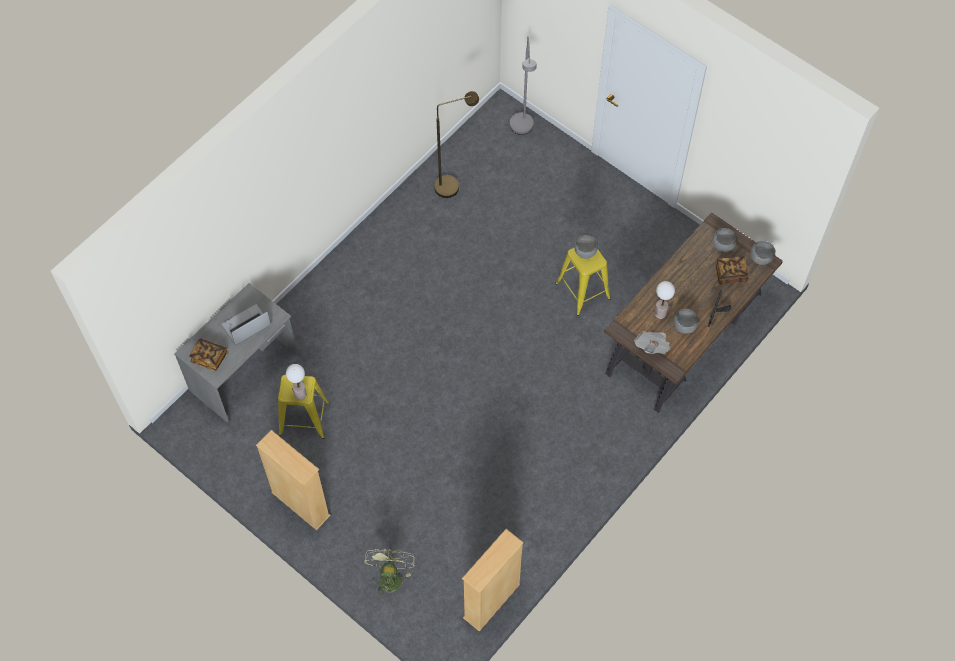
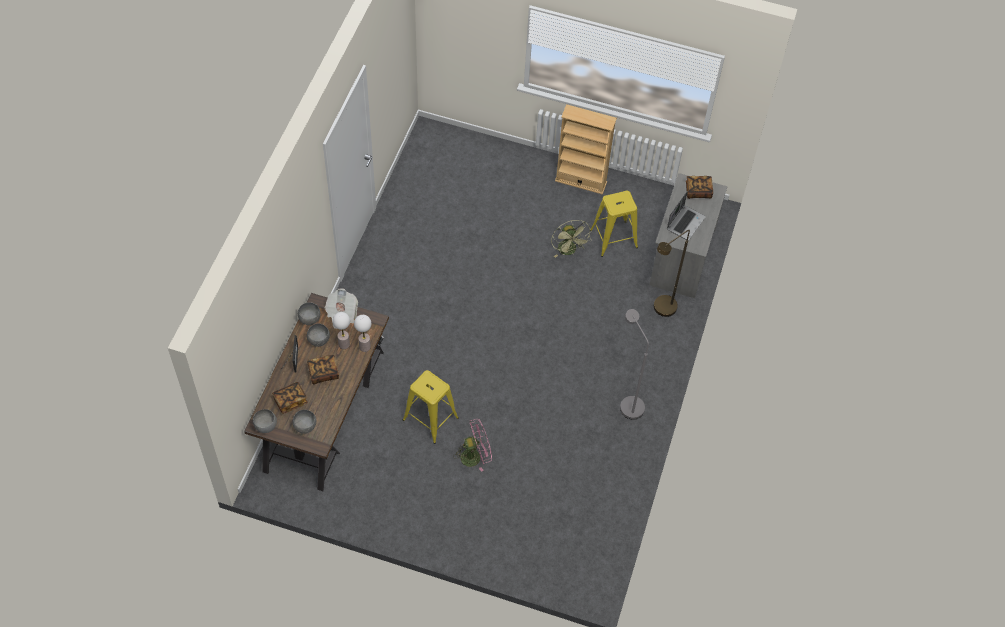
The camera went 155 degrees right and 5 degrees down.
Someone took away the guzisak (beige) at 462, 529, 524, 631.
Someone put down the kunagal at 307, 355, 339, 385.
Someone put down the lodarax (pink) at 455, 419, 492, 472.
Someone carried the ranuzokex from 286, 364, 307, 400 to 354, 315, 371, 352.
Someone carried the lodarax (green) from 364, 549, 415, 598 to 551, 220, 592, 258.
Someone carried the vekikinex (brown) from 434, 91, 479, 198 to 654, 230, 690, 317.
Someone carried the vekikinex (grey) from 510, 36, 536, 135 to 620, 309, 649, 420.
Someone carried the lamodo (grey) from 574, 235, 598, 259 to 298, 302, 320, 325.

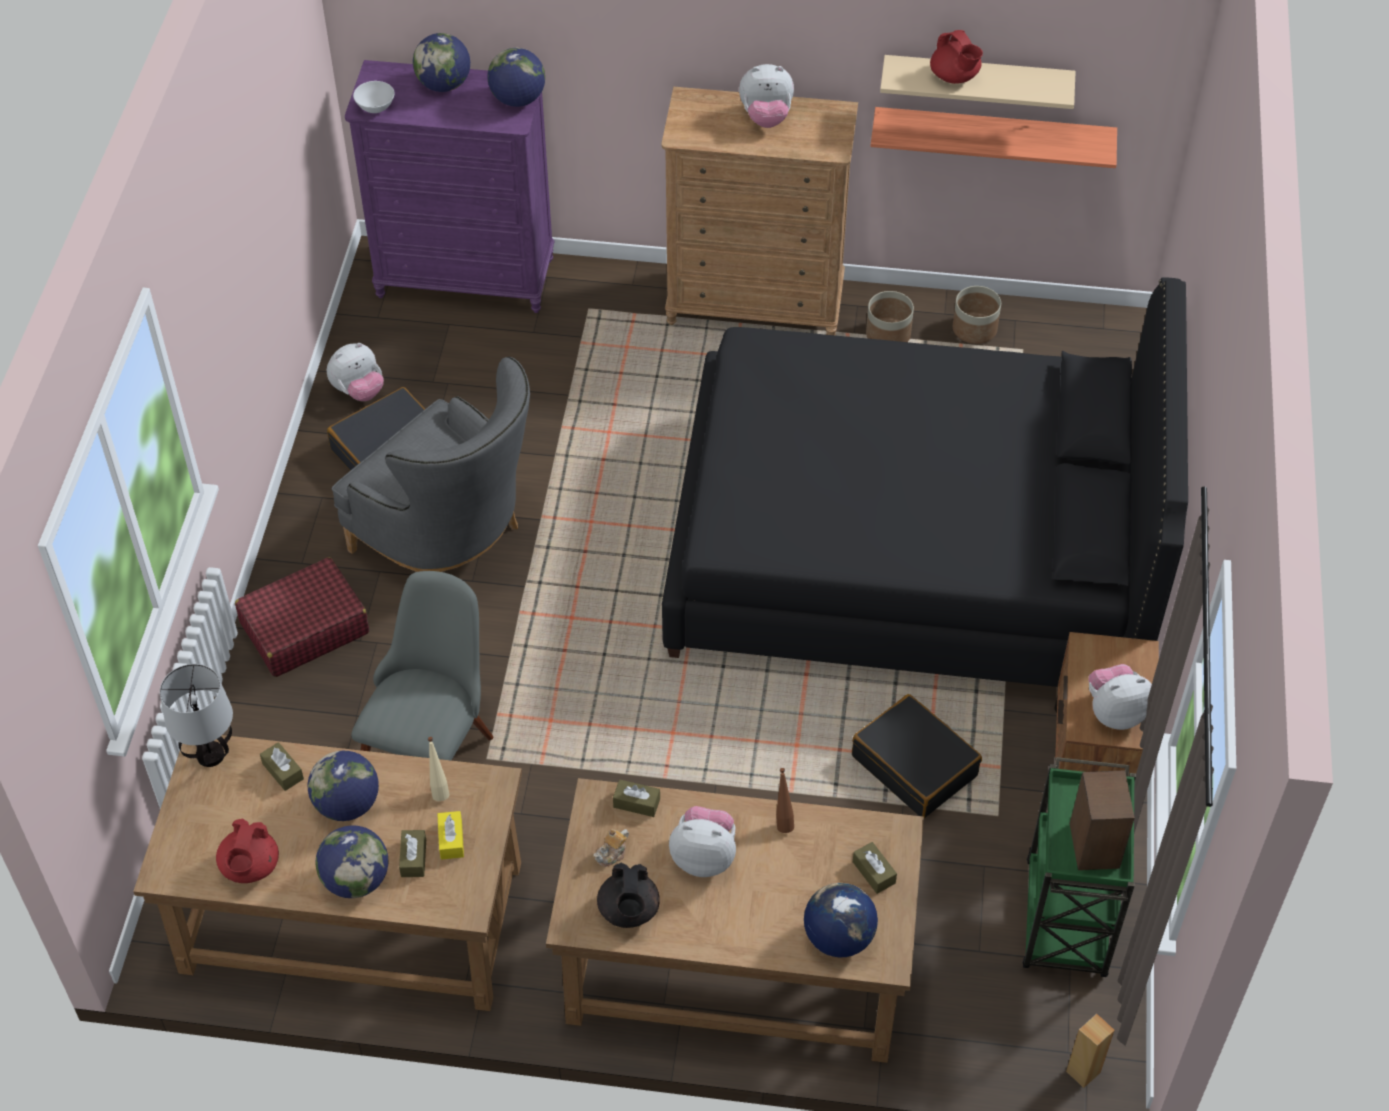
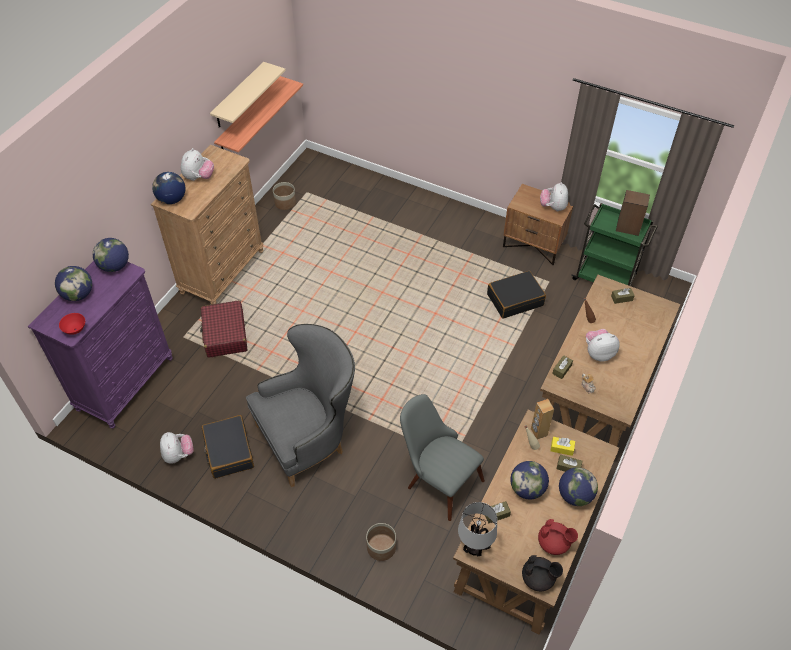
The camera went 70 degrees left and 0 degrees up.
Someone took away the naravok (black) at 662, 277, 1188, 687.
Someone took away the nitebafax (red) at 930, 30, 983, 84.
Someone carried the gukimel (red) from 235, 557, 369, 677 to 200, 301, 248, 358.
Someone carried the nitebafax (black) from 597, 863, 660, 928 to 522, 555, 563, 591.
Someone carried the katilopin from 804, 883, 878, 957 to 152, 172, 186, 204.
Someone carried the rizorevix from 866, 291, 914, 342 to 366, 523, 396, 561.
Someone carried the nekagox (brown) from 1066, 1014, 1115, 1088 to 531, 399, 554, 439.
Someone repainted the lamodo (white) at 353, 81, 395, 113, which became the lamodo (red) at 59, 313, 85, 335.
Someone rotated the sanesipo at 669, 806, 736, 877 by 45 degrees clockwise.

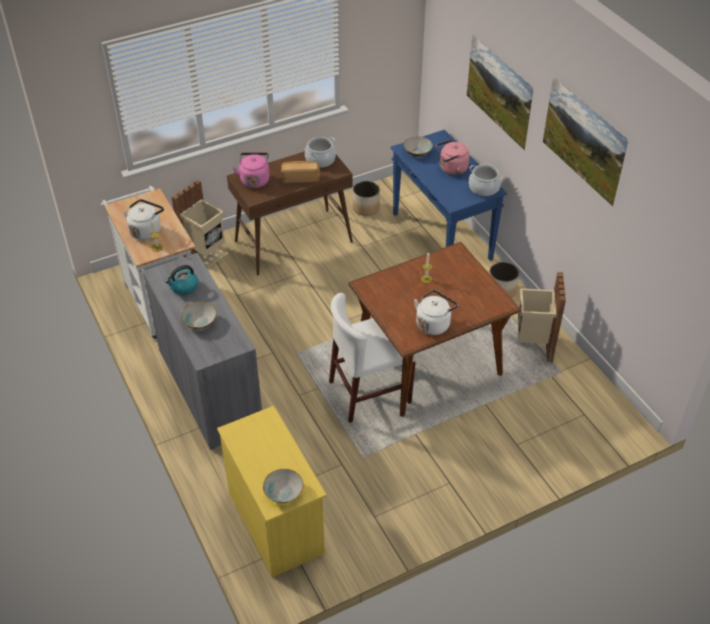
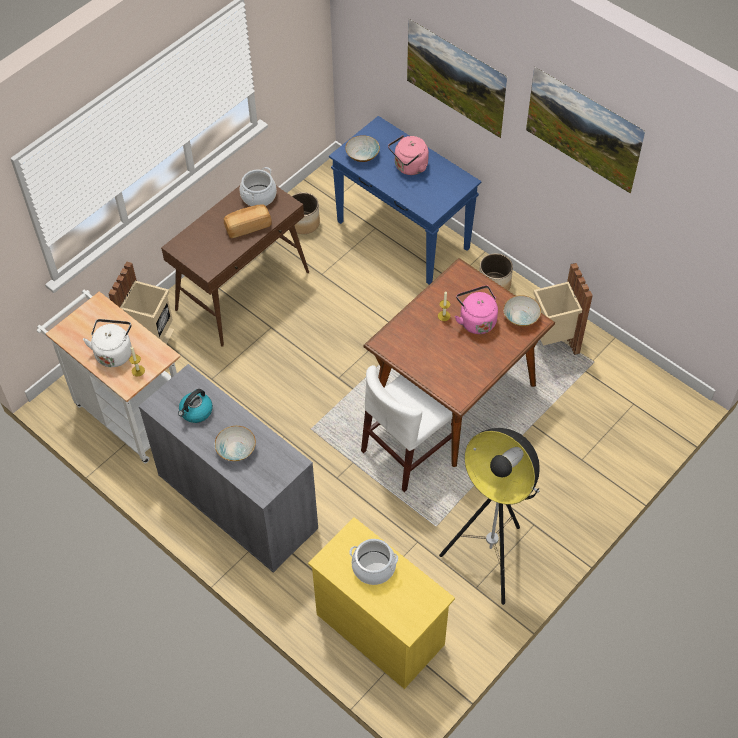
The camera went 20 degrees left and 10 degrees up.
Someone took away the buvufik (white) at 414, 290, 458, 335.
Someone put down the vekikinex at 439, 428, 540, 605.
Someone carried the buvufik (pink) from 232, 153, 270, 188 to 455, 285, 498, 334.
Someone carried the lamodo from 263, 469, 303, 503 to 503, 295, 541, 326.
Someone carried the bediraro from 469, 164, 503, 196 to 349, 539, 398, 585.

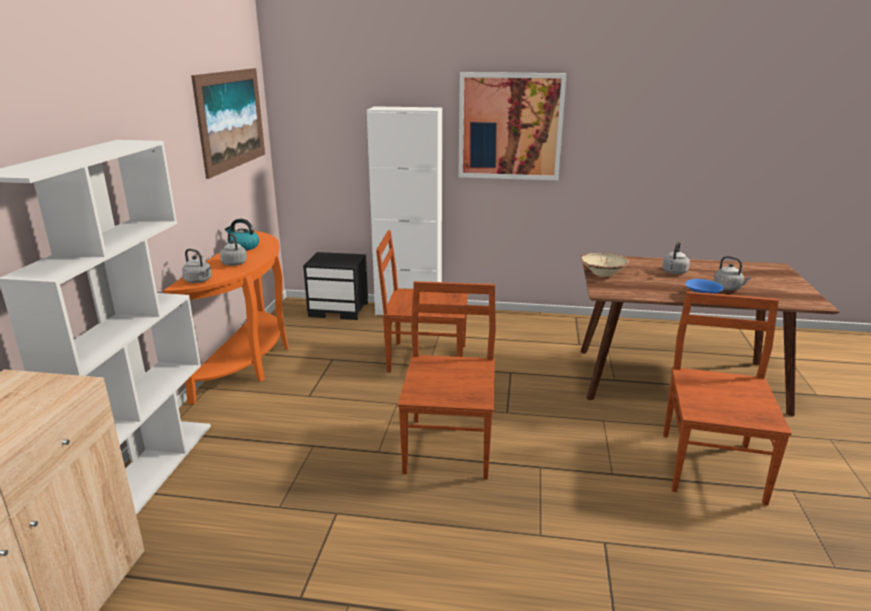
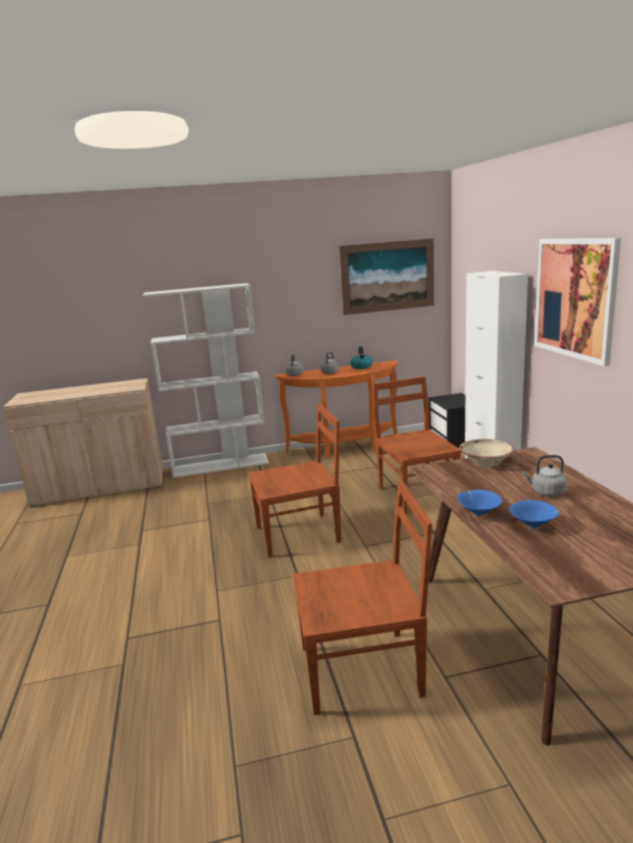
The camera went 70 degrees right and 5 degrees down.
Someone swapped the buvufik (grey) at 714, 256, 751, 290 for the lamodo (blue) at 510, 500, 559, 528.

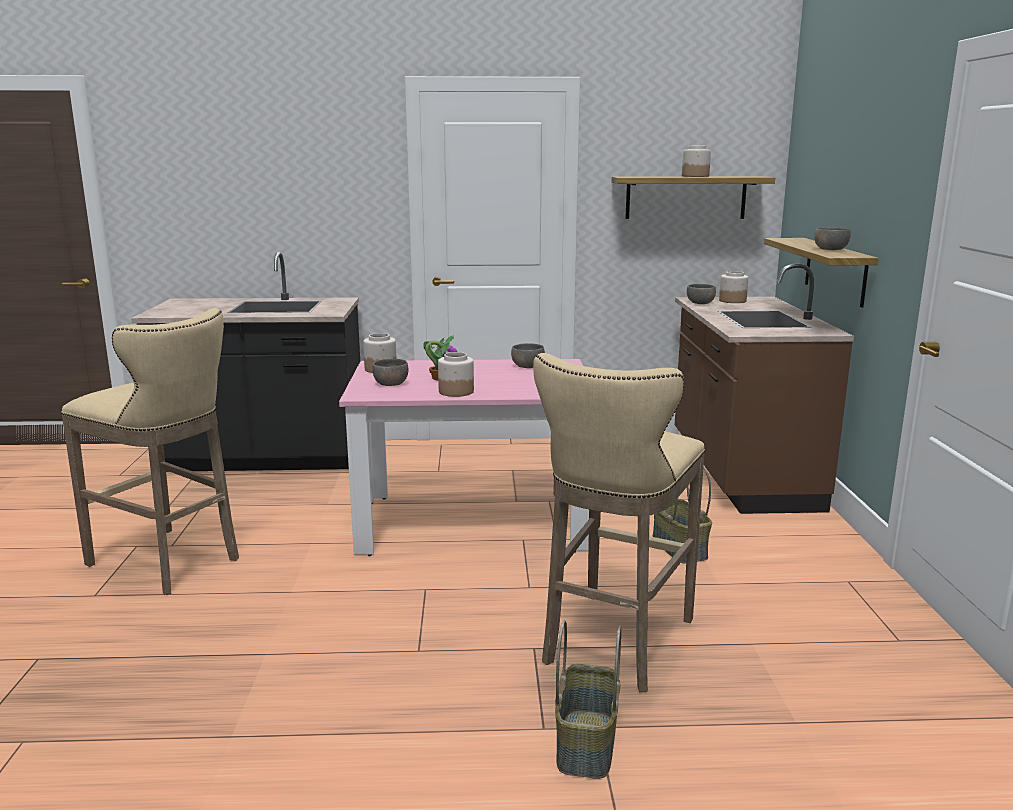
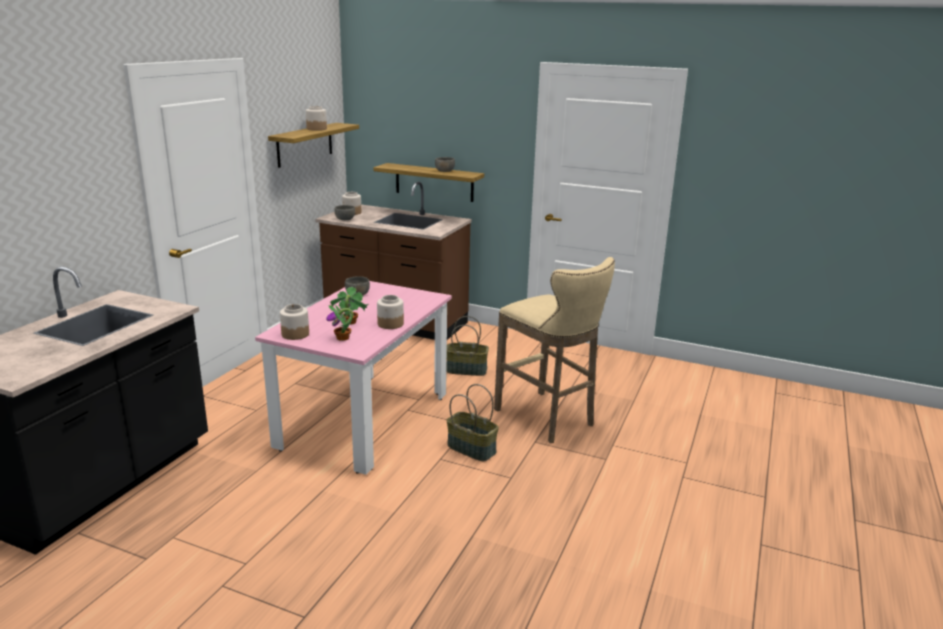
The camera went 65 degrees left and 5 degrees up.
Someone took away the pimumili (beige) at 61, 308, 239, 595.
Someone carried the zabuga from 555, 620, 621, 779 to 446, 384, 499, 461.
Someone swapped the lamodo (grey) at 372, 359, 408, 386 for the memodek at 326, 305, 353, 341.

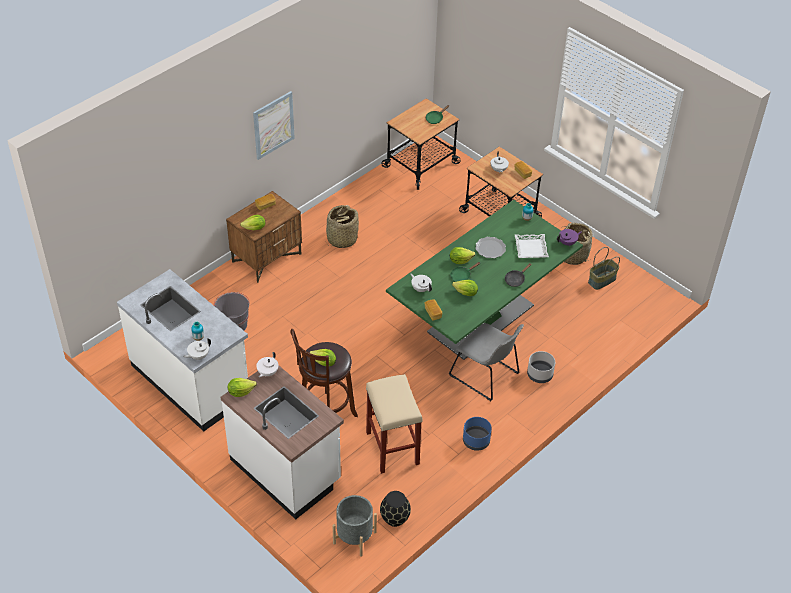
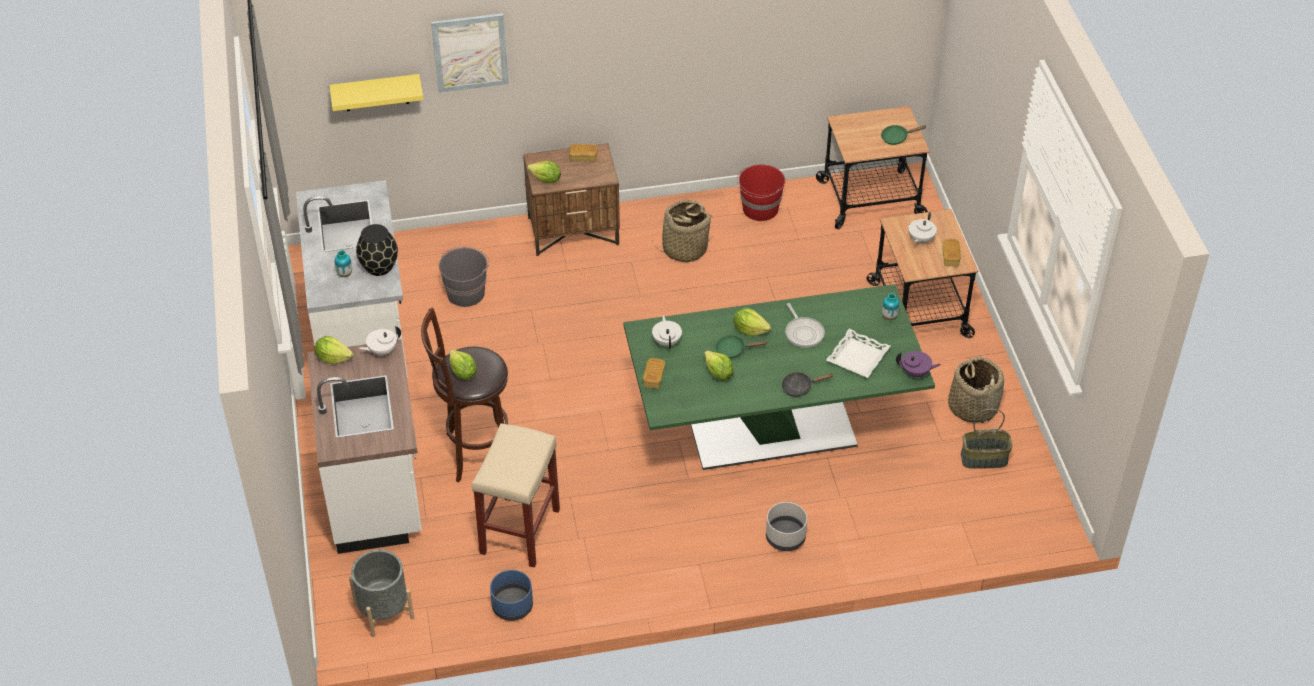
The camera went 35 degrees right and 0 degrees up.
Someone took away the nitebafax (white) at 183, 338, 211, 360.
Someone took away the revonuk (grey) at 449, 323, 524, 401.
Someone put up the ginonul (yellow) at 329, 74, 423, 111.
Someone put down the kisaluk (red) at 737, 164, 785, 221.
Someone carried the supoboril from 253, 91, 295, 160 to 431, 13, 509, 93.
Someone carried the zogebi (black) from 380, 491, 411, 527 to 356, 224, 398, 276.
Someone carried the rizorevix (blue) from 463, 417, 492, 451 to 490, 570, 533, 621.
Someone swapped the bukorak at 475, 237, 506, 258 for the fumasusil at 785, 303, 825, 348.

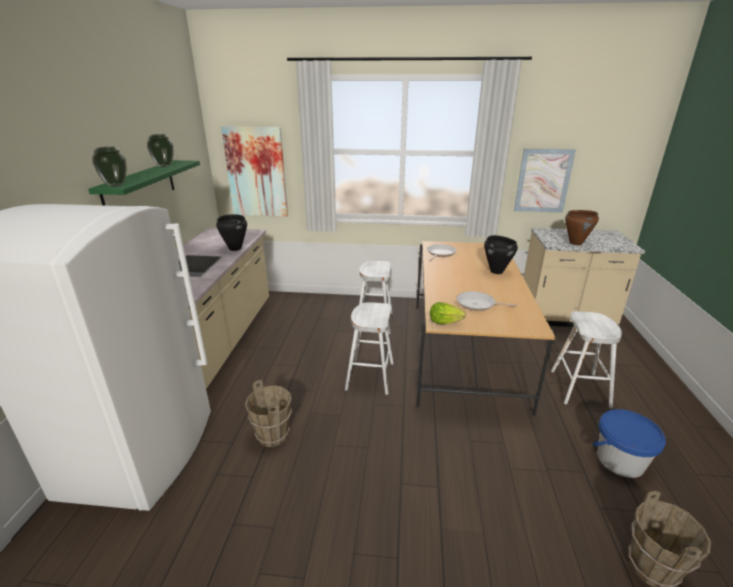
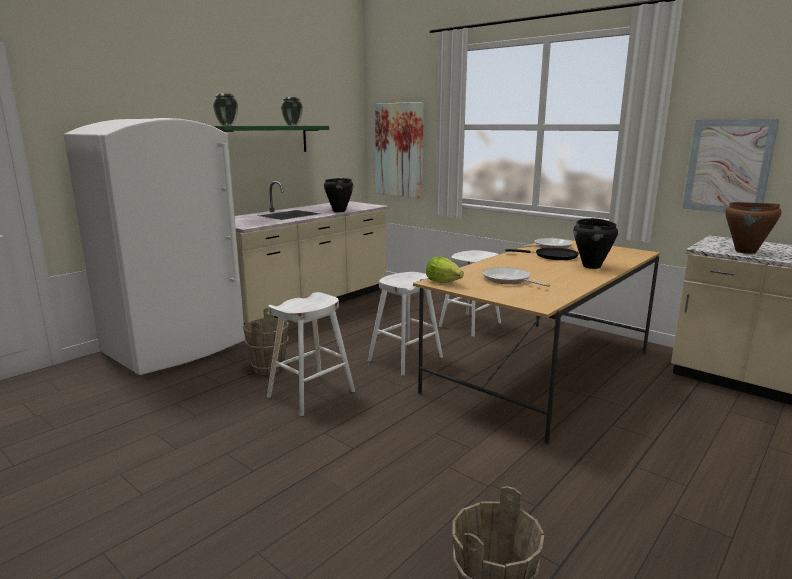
The camera went 35 degrees right and 10 degrees down.
Someone took away the kisaluk (blue) at 592, 409, 666, 478.
Someone put down the fumasusil (black) at 505, 248, 579, 260.
Someone carried the pimumili (white) from 551, 311, 622, 408 to 267, 292, 355, 416.

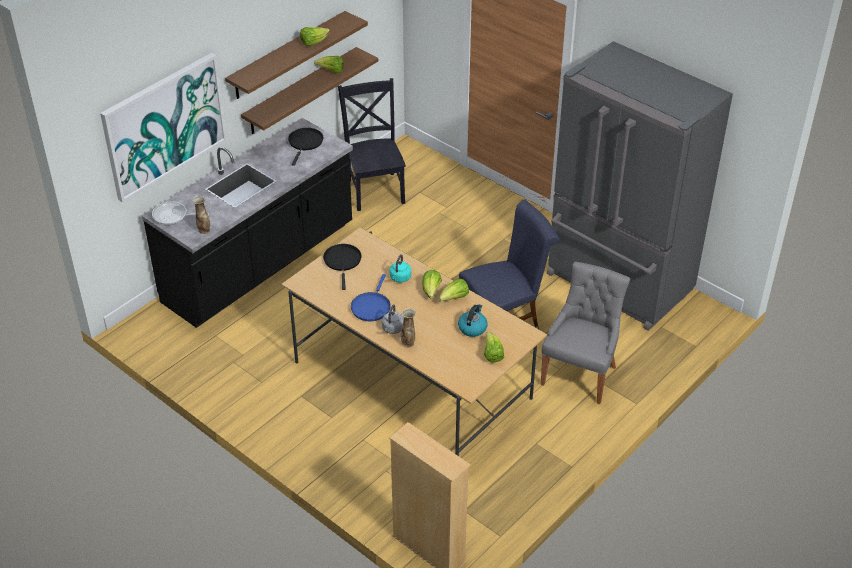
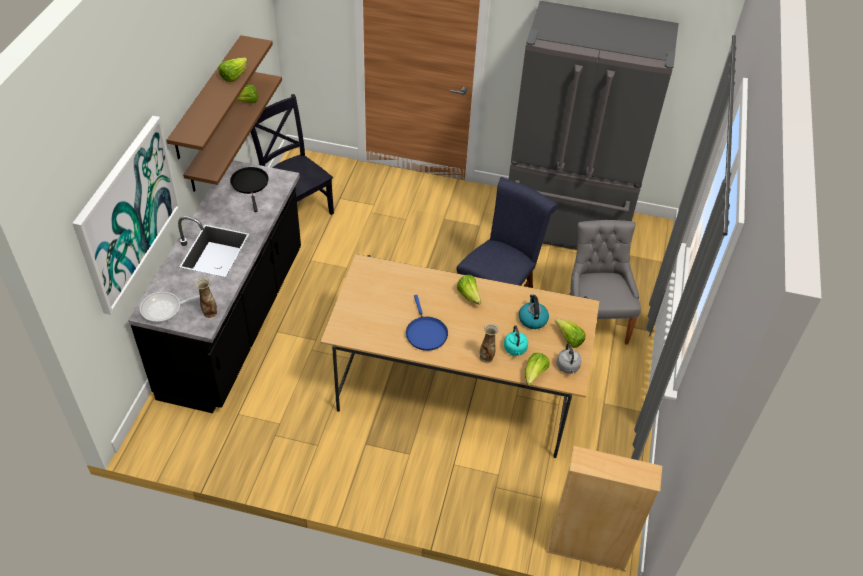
The camera went 30 degrees left and 5 degrees up.
Someone took away the fumasusil (black) at 323, 244, 362, 290.
Someone carried the buvufik (grey) from 382, 305, 404, 334 to 556, 343, 582, 374.
Someone carried the buvufik (turquoise) from 390, 254, 411, 283 to 504, 326, 528, 356.
Someone carried the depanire from 439, 279, 469, 302 to 525, 353, 550, 386.

